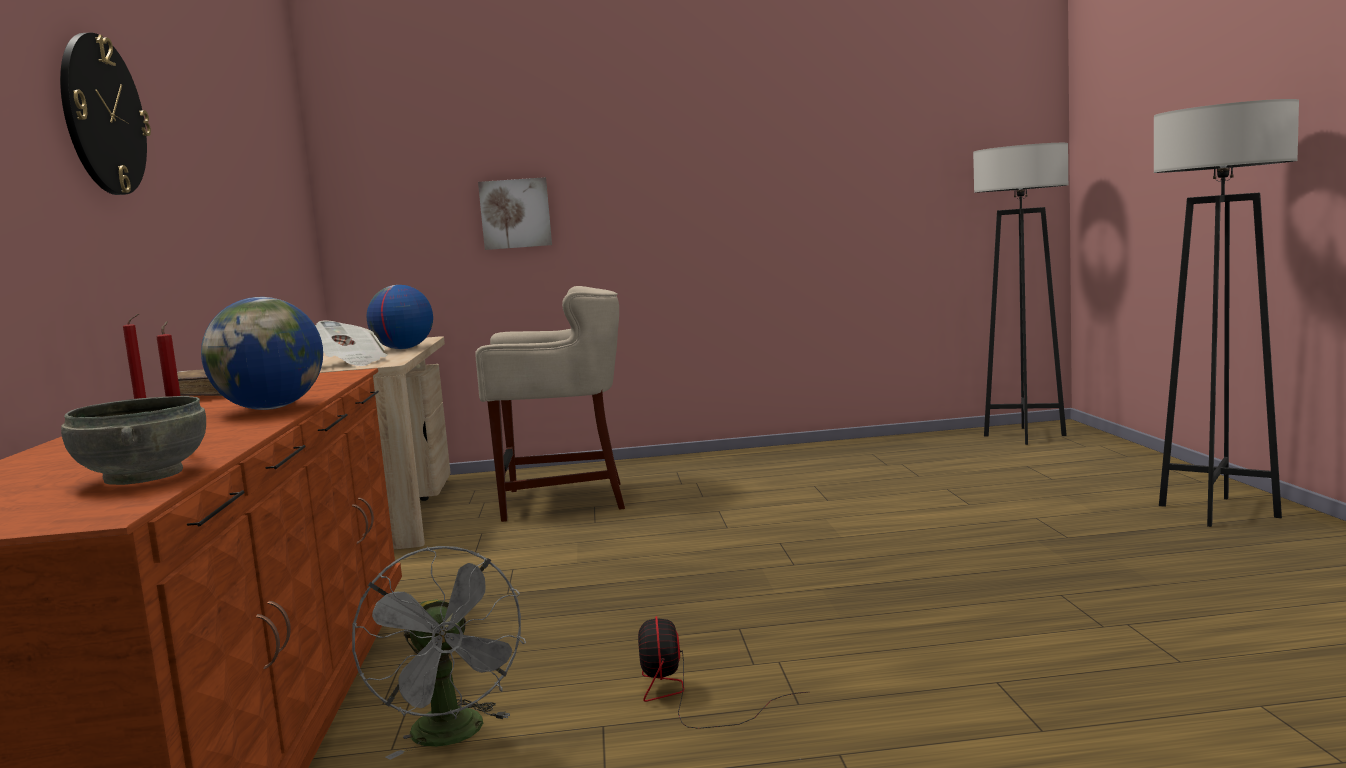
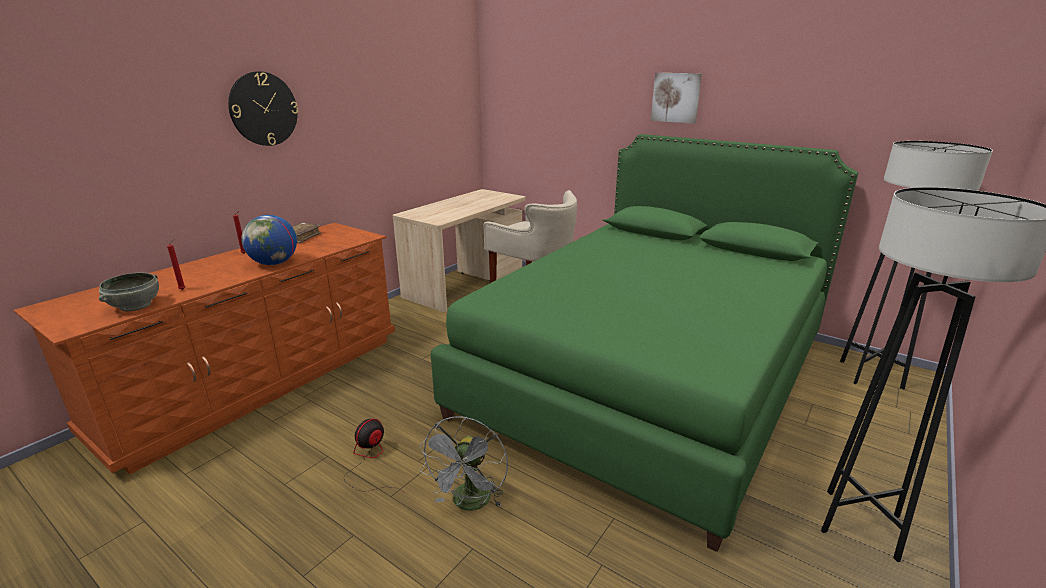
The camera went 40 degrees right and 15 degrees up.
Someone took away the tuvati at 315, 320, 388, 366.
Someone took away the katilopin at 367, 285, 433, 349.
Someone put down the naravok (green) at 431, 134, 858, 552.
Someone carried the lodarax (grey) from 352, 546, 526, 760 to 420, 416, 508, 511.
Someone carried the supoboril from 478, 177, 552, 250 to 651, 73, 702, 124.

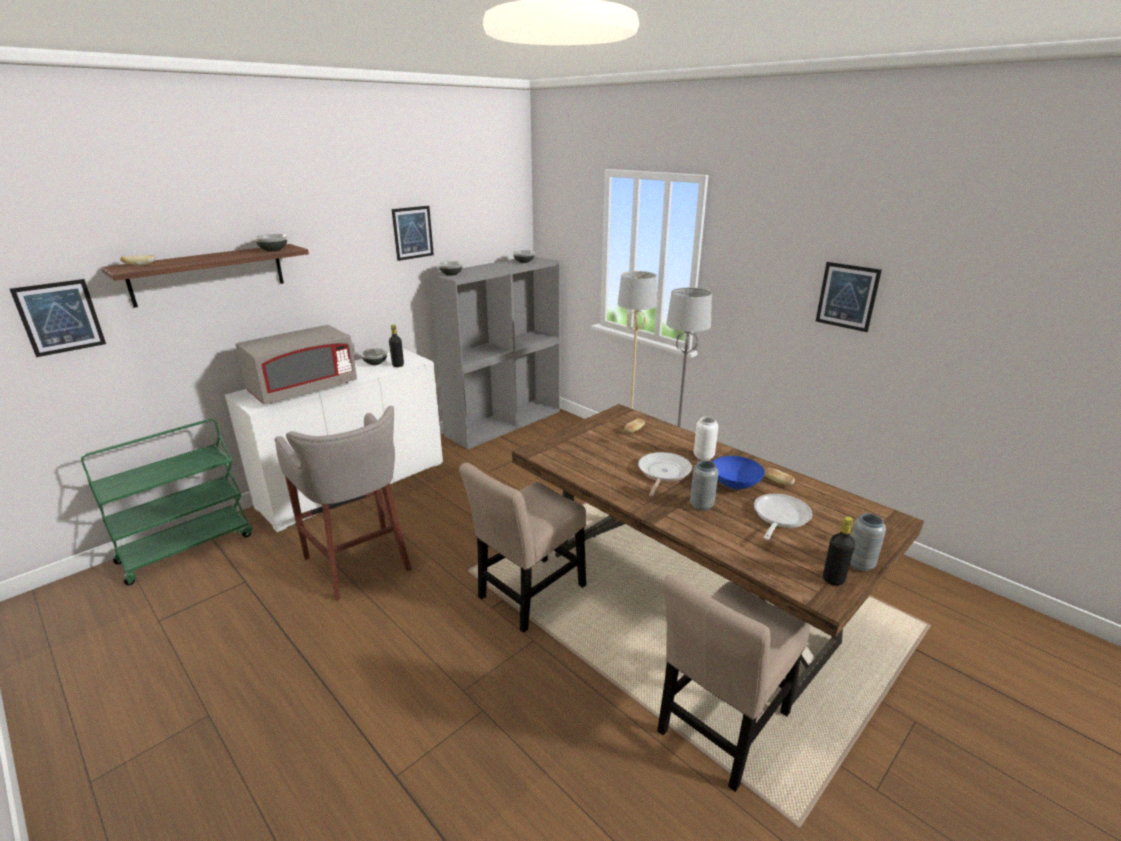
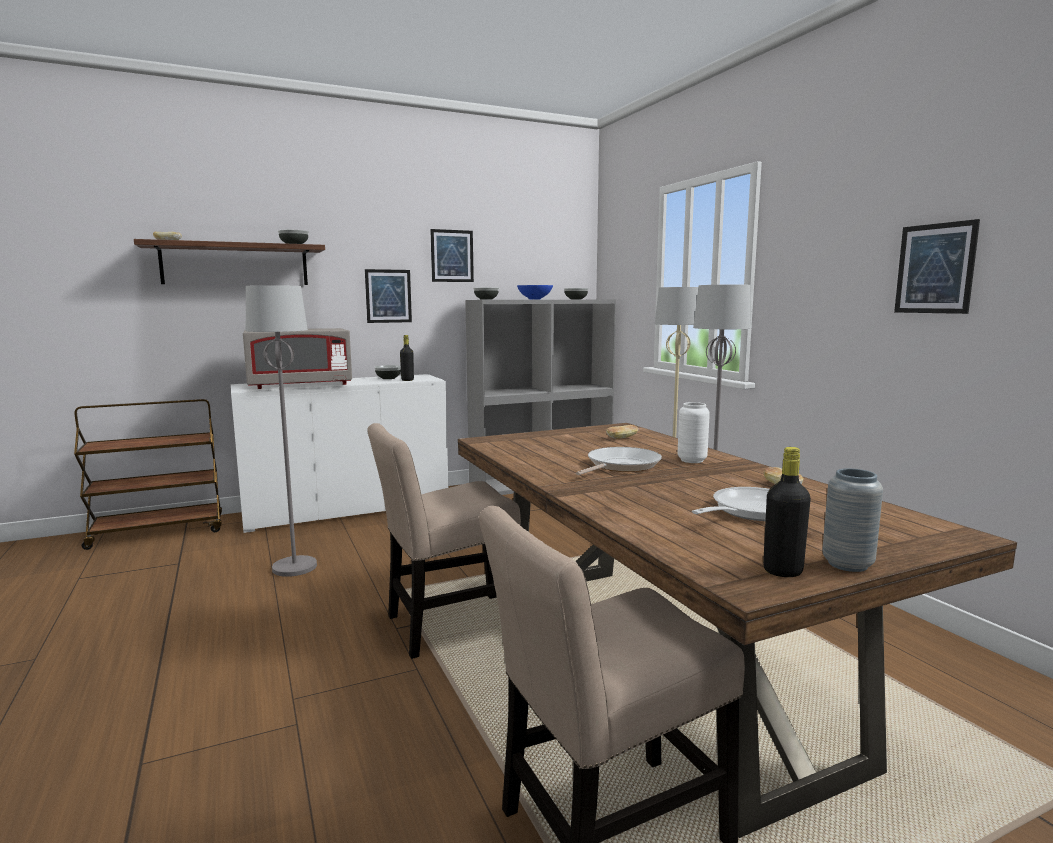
The camera went 20 degrees right and 15 degrees down.
Someone took away the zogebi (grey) at 690, 460, 718, 511.
Someone carried the supoboril from 10, 279, 106, 357 to 365, 269, 412, 323.
Someone carried the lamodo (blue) from 713, 456, 765, 489 to 517, 285, 553, 299.
Someone swapped the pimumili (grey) at 275, 406, 412, 601 for the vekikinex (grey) at 246, 285, 317, 577.
Someone repainted the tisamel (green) at 81, 419, 252, 585, which became the tisamel (brown) at 74, 399, 222, 550.

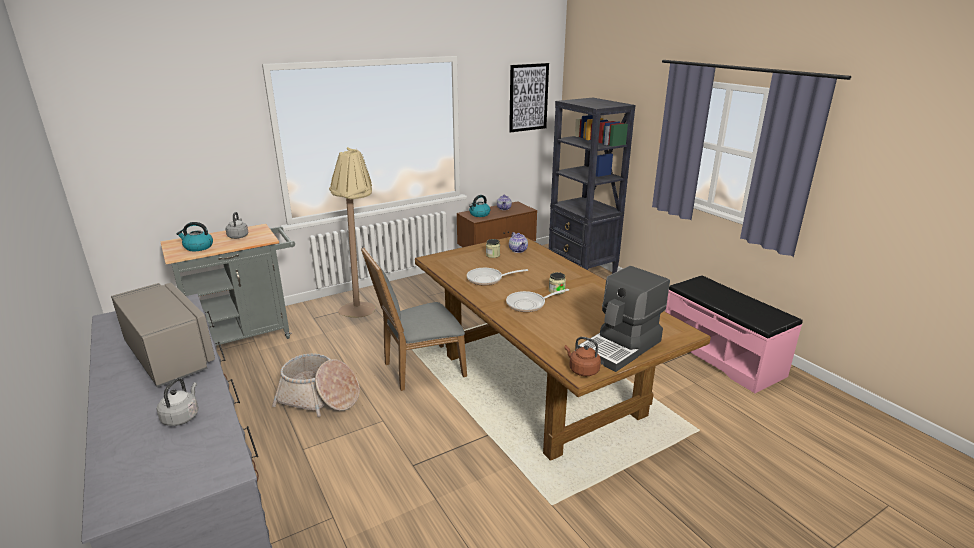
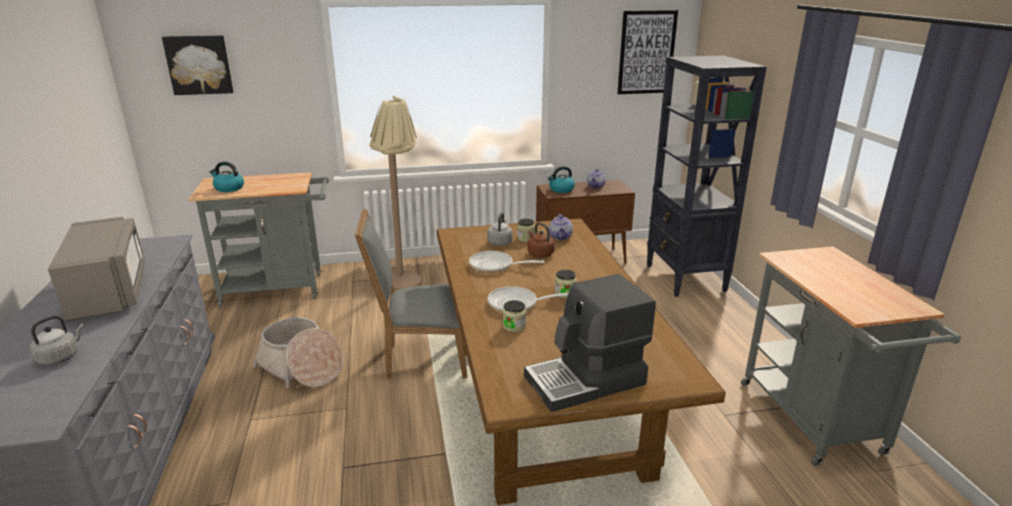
The camera went 20 degrees right and 0 degrees up.
Someone put up the supoboril at 162, 35, 233, 95.
Someone put down the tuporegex at 503, 300, 526, 332.
Someone carried the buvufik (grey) from 226, 212, 248, 239 to 487, 212, 513, 246.
Someone carried the buvufik (brown) from 565, 337, 601, 376 to 528, 222, 554, 258.
Someone swapped the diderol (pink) at 665, 275, 803, 393 for the tisamel (grey) at 741, 246, 961, 466.

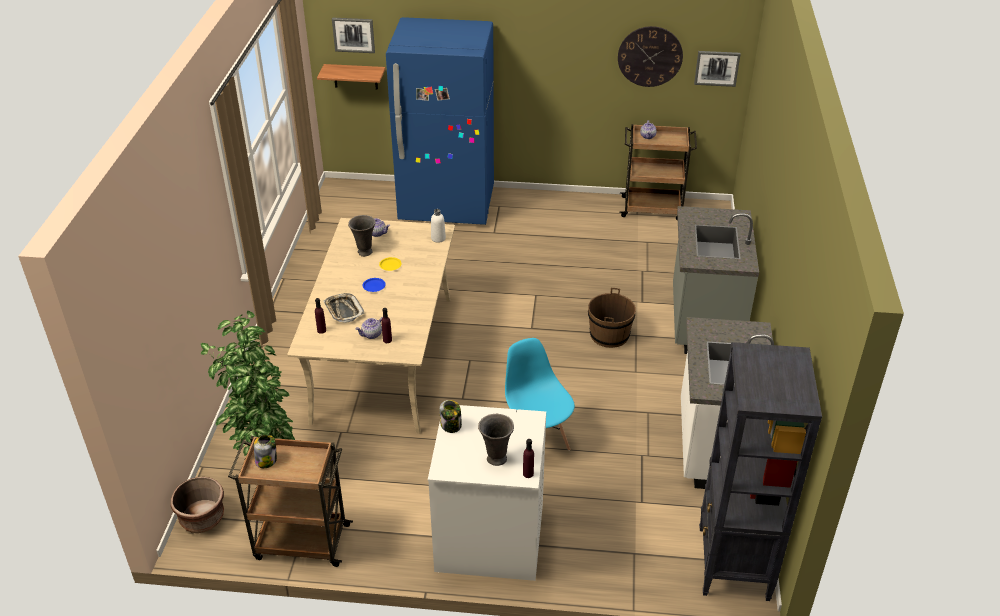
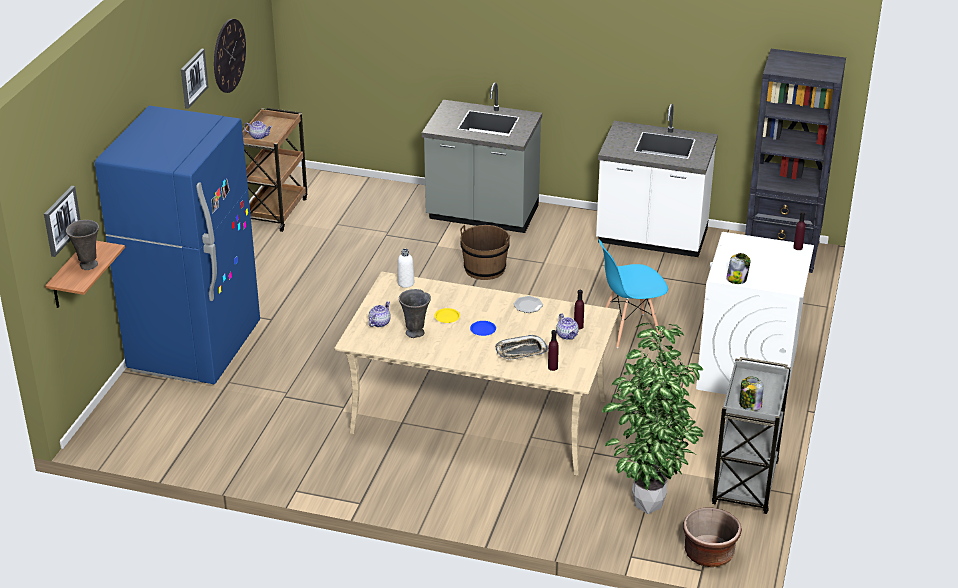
The camera went 80 degrees left and 5 degrees down.
Someone put down the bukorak at 514, 296, 543, 313.
Someone carried the zogebi (grey) from 478, 414, 514, 466 to 66, 220, 99, 270.
Someone carried the supoboril from 694, 51, 741, 87 to 181, 49, 209, 109.
Someone repainted the tisamel (brown) at 228, 436, 353, 567, which became the tisamel (grey) at 712, 357, 791, 514.

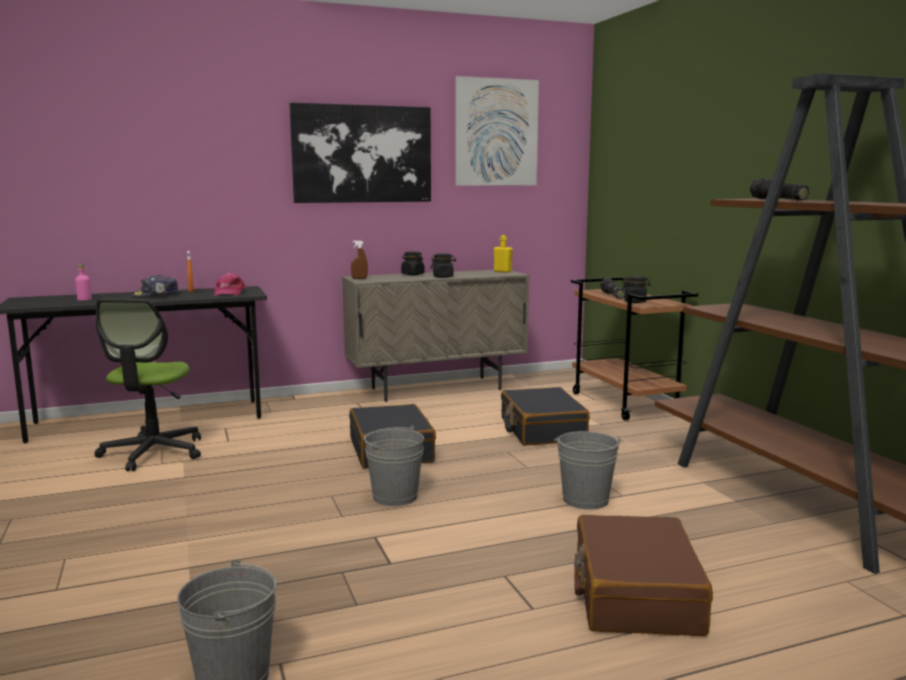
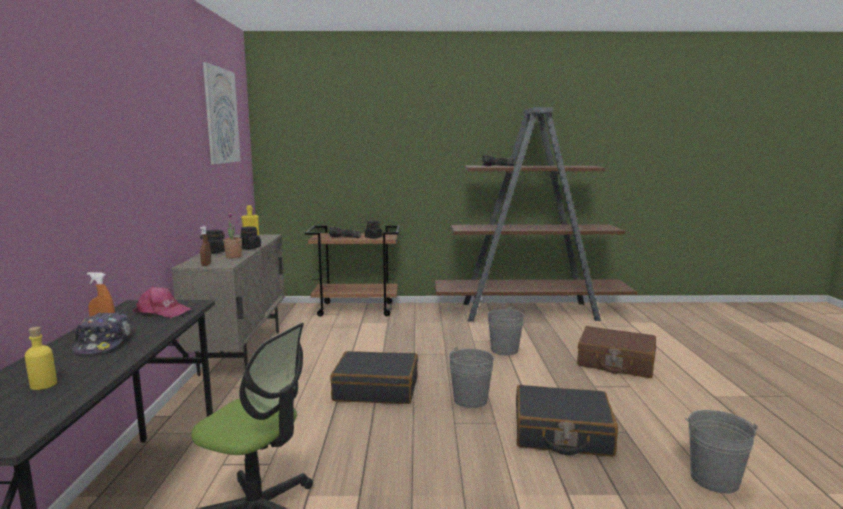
The camera went 70 degrees left and 0 degrees up.
Someone took away the supoboril at 290, 102, 431, 203.
Someone put down the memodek at 223, 212, 242, 258.
Someone carried the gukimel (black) from 501, 387, 590, 446 to 516, 385, 618, 457.
Someone repainted the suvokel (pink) at 75, 264, 92, 300, which became the suvokel (yellow) at 25, 327, 57, 390.

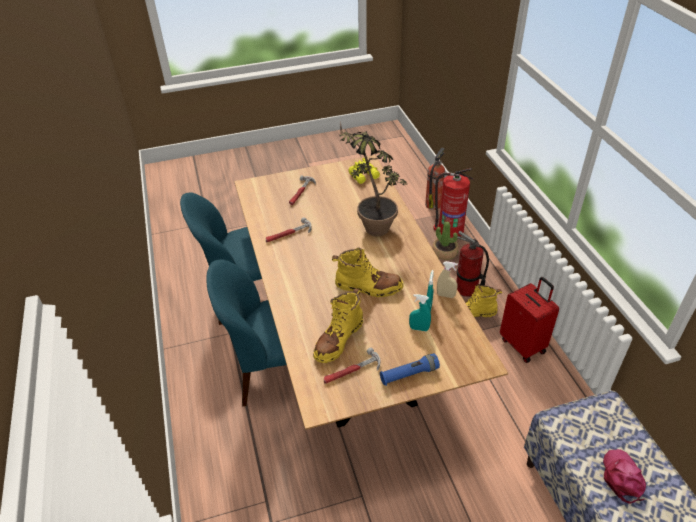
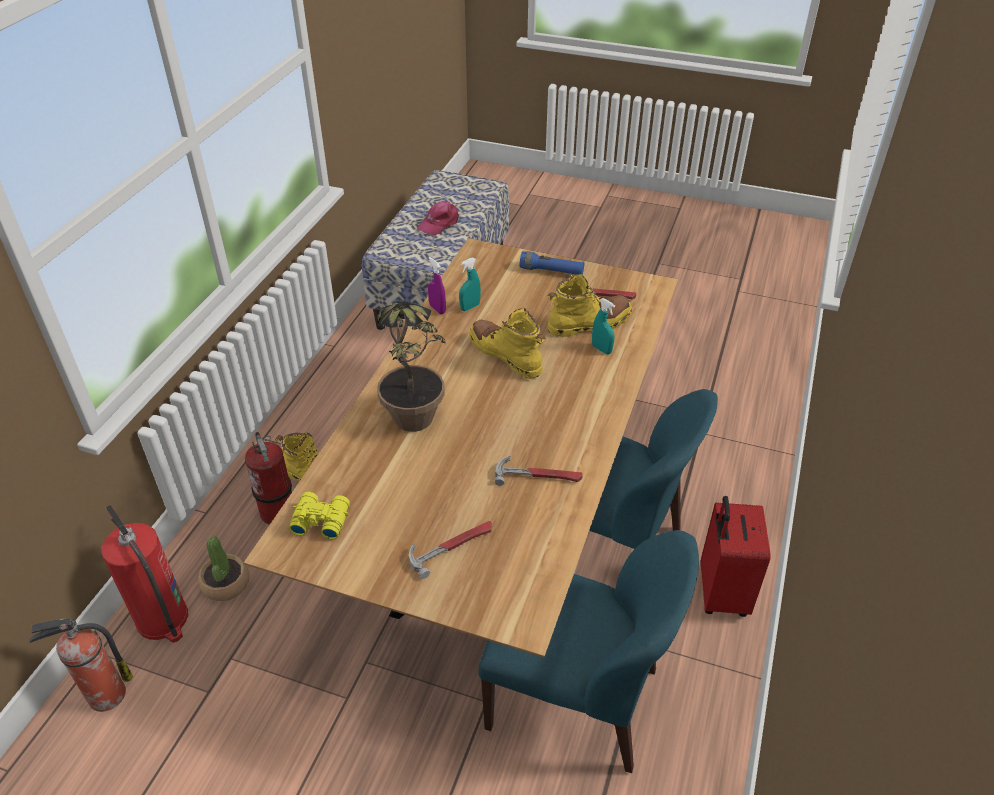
The camera went 145 degrees left and 0 degrees up.
Someone carried the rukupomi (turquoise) from 409, 294, 431, 331 to 592, 298, 615, 354.
Someone carried the gukimel (red) from 500, 277, 559, 363 to 701, 496, 771, 617.
Someone repainted the rukupomi (beige) at 437, 261, 458, 298, which became the rukupomi (purple) at 428, 257, 446, 314.

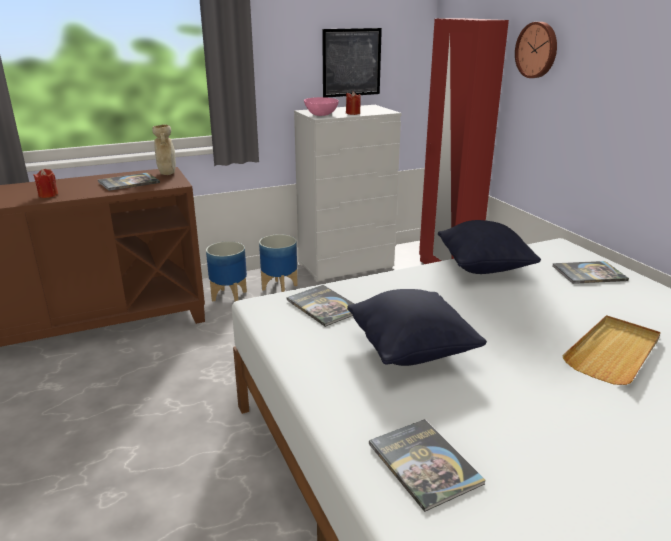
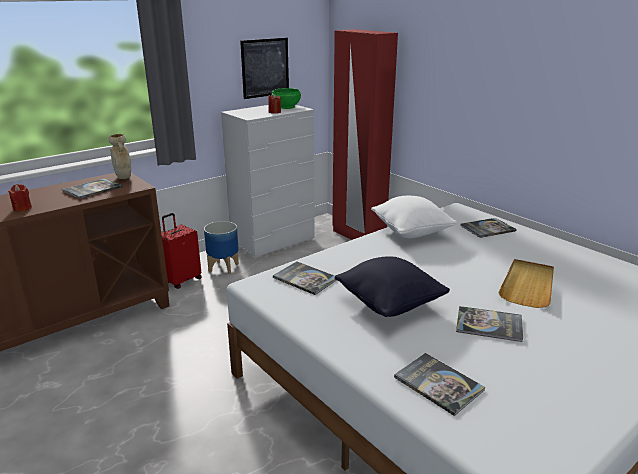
The camera went 15 degrees left and 0 degrees up.
Someone took away the lamodo (pink) at 304, 97, 339, 116.
Someone took away the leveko at 515, 22, 557, 78.
Someone put down the lamodo (green) at 272, 88, 301, 109.
Someone put down the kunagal at 456, 306, 523, 342.
Someone swapped the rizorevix at 206, 241, 247, 301 for the gukimel (red) at 161, 213, 202, 289.
Someone repainted the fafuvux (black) at 438, 220, 541, 274, which became the fafuvux (white) at 371, 196, 457, 238.

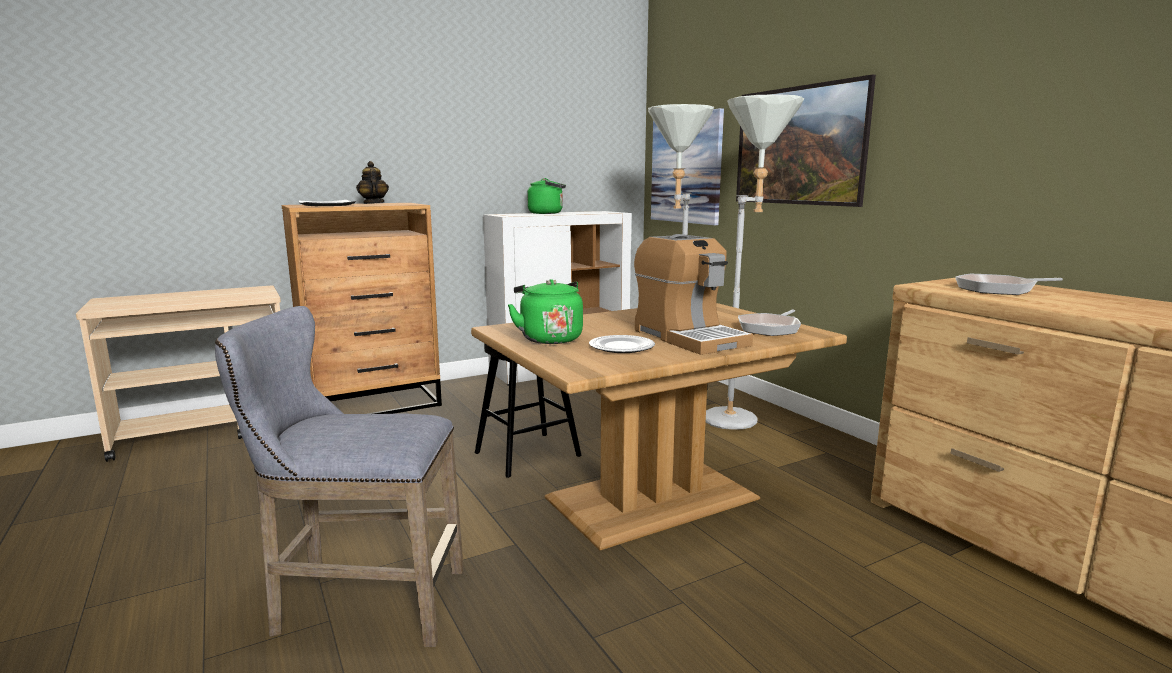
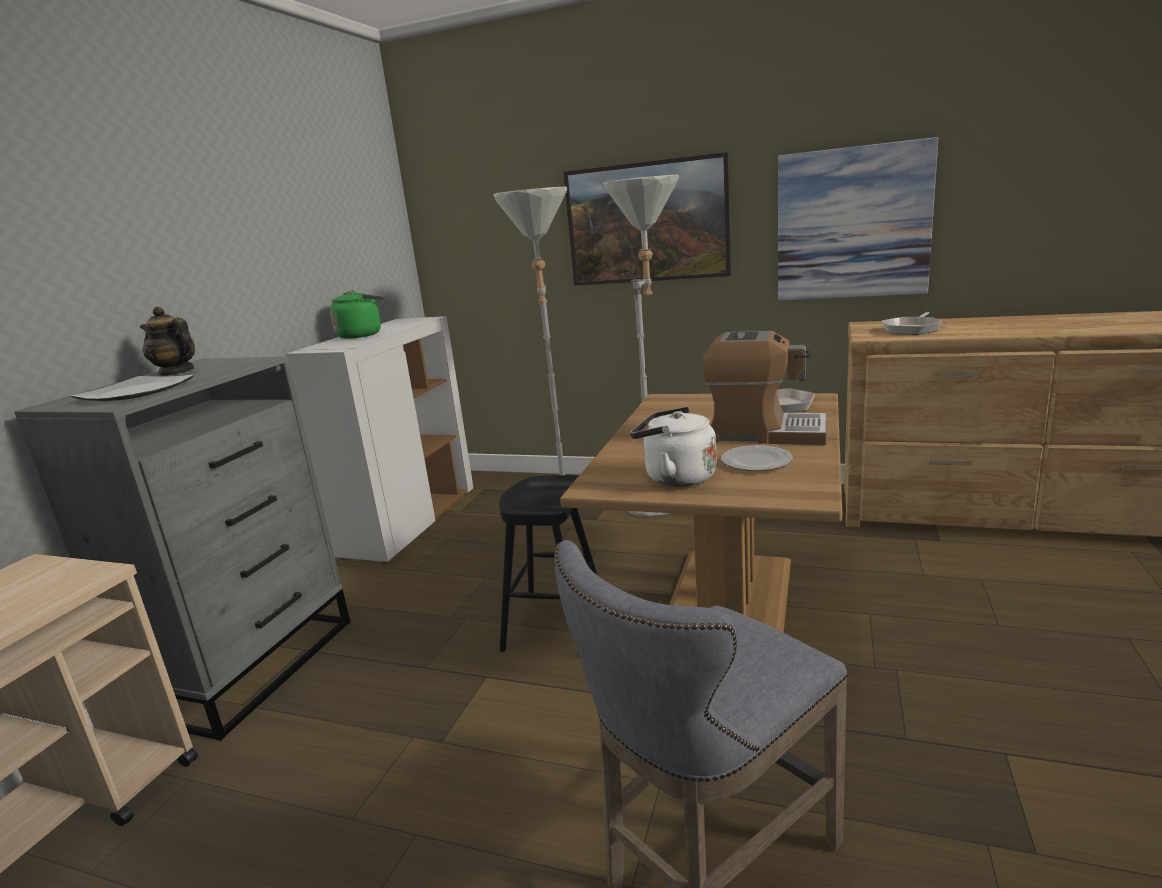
The camera went 40 degrees left and 5 degrees up.
Someone carried the supoboril from 651, 108, 724, 226 to 778, 137, 938, 301.
Someone repainted the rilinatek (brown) at 282, 203, 442, 414, which became the rilinatek (grey) at 14, 356, 350, 741.
Someone repainted the buvufik (green) at 508, 279, 583, 344, which became the buvufik (white) at 630, 407, 717, 487.

